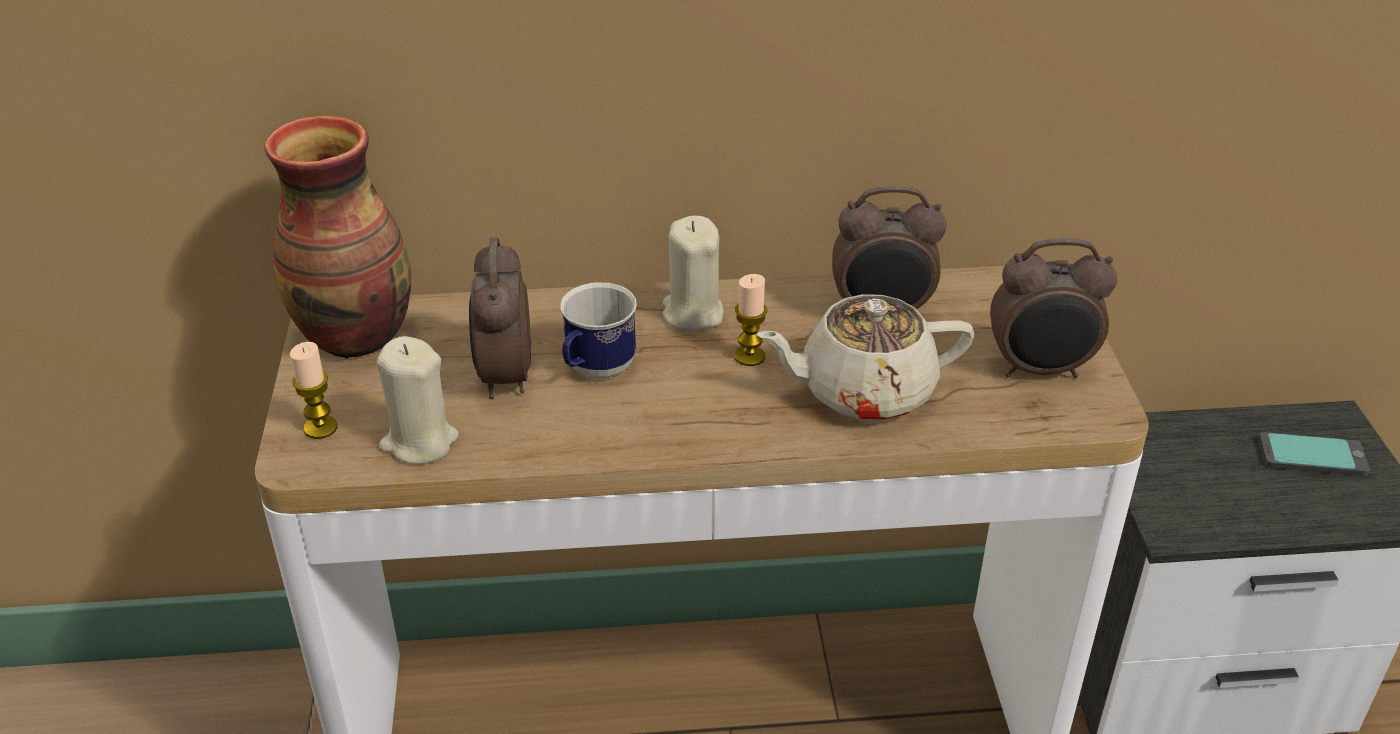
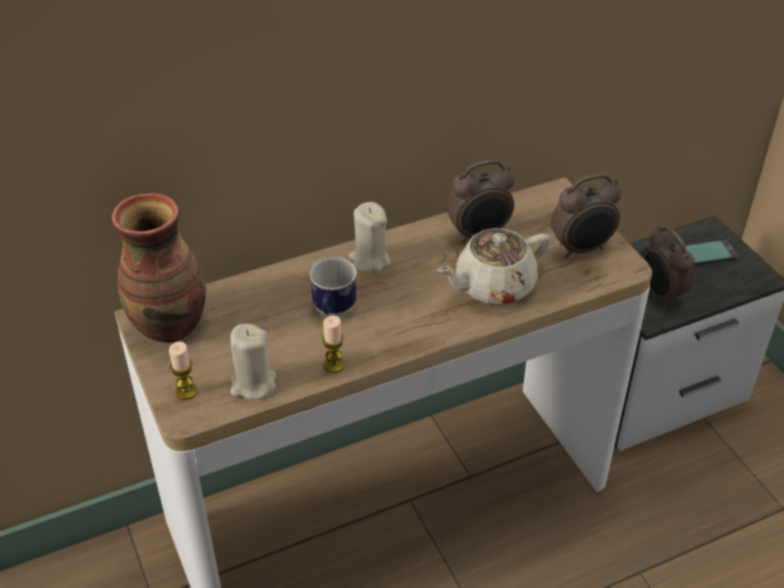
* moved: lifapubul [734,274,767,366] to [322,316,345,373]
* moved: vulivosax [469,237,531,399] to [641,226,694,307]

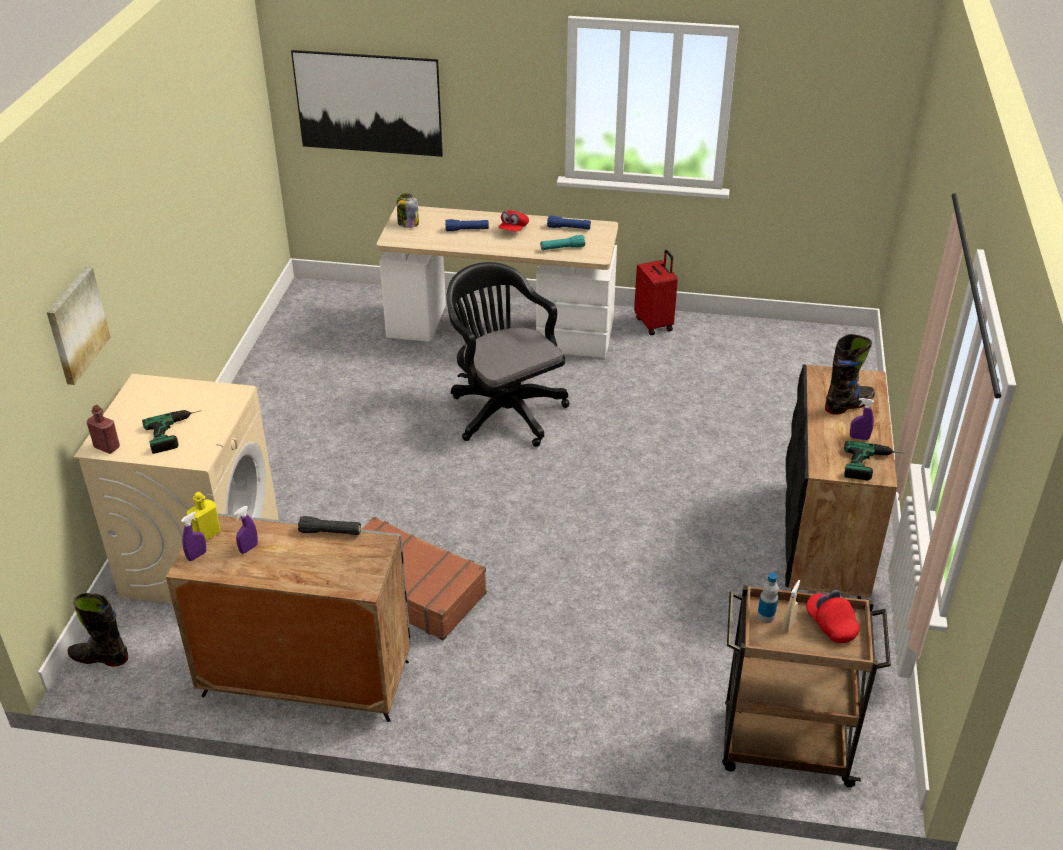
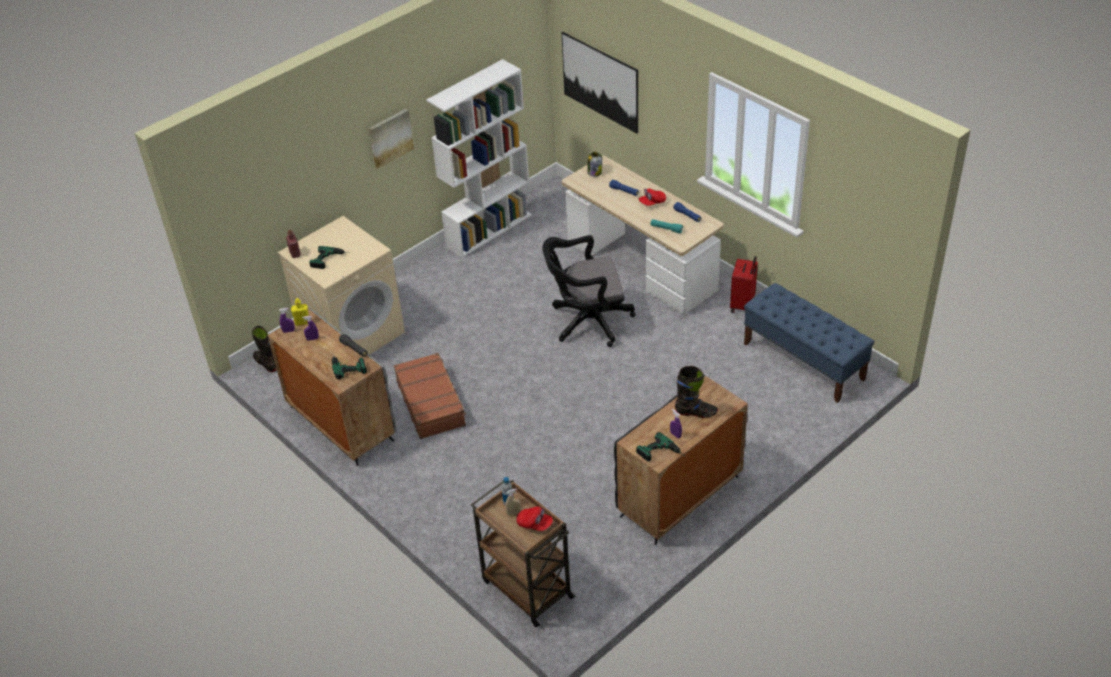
* added: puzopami [332,355,367,379]
* moved: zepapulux [47,267,110,385] to [369,109,414,169]
* added: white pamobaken [426,59,532,258]
* turned: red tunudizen [806,590,860,643] = [517,506,553,531] 105 degrees clockwise
* turned: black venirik [446,262,569,447] = [542,235,636,347] 105 degrees counterclockwise
* added: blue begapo [744,283,875,403]

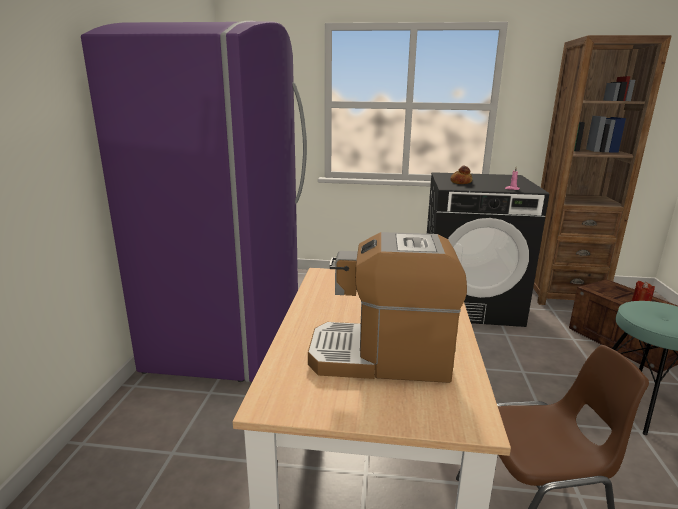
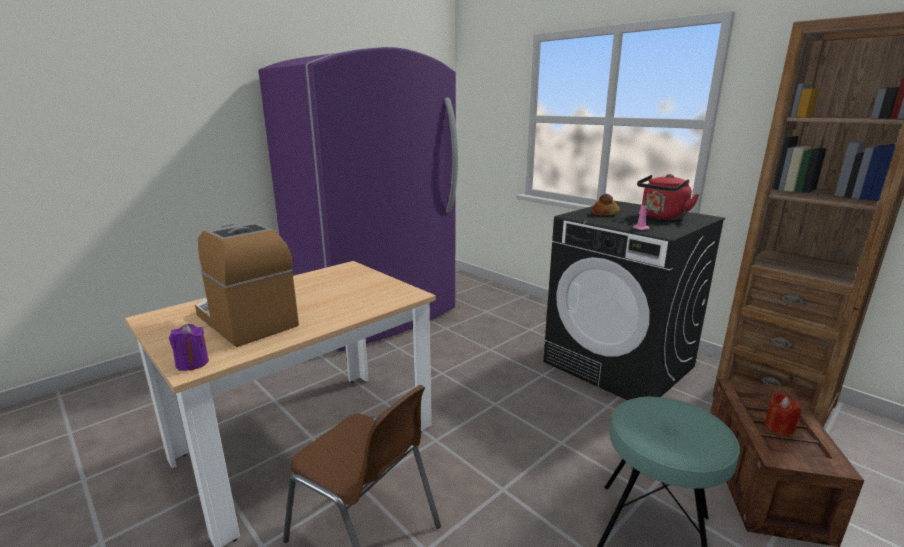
* added: purple lifapubul [169,324,209,371]
* added: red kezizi [637,174,700,220]

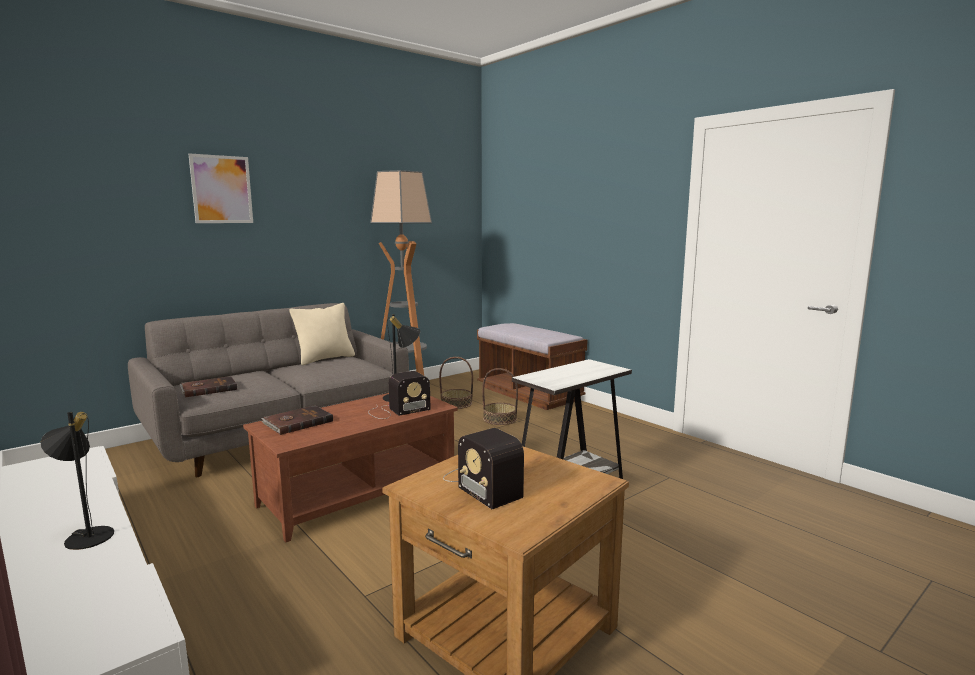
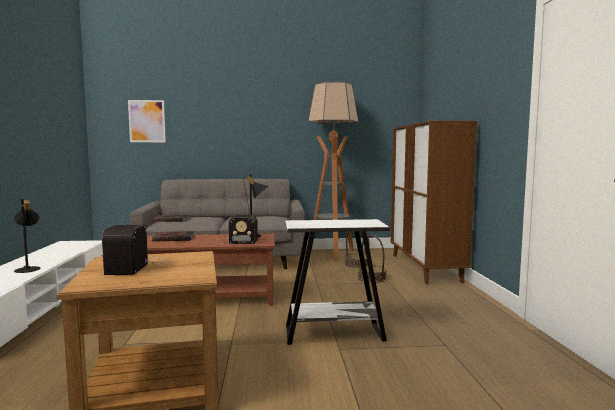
* moved: zepapulux [189,153,253,223] to [128,100,166,142]
* replaced: brown begapo [477,323,587,410] to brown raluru [391,121,477,284]
* removed: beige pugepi [289,303,355,365]

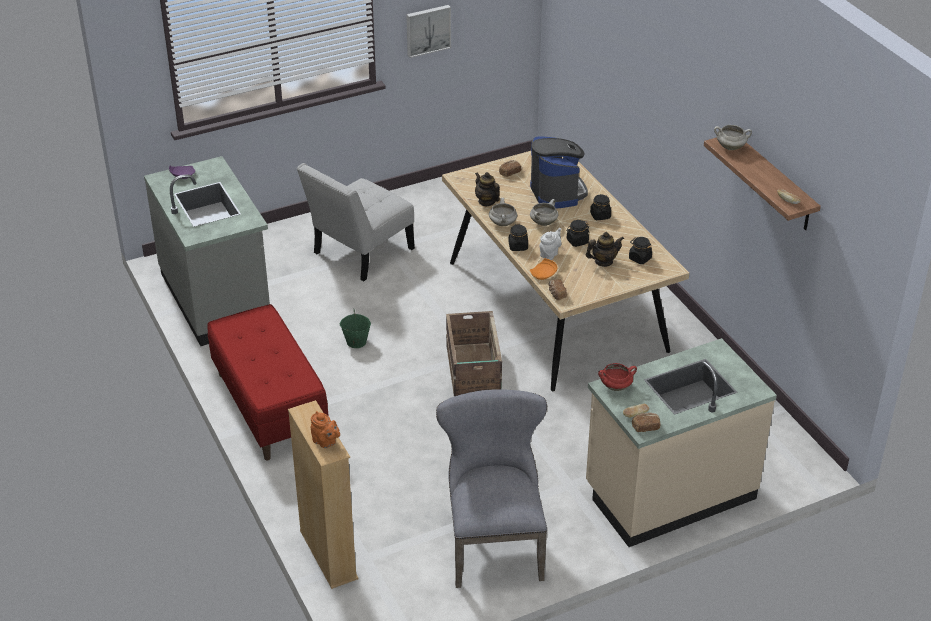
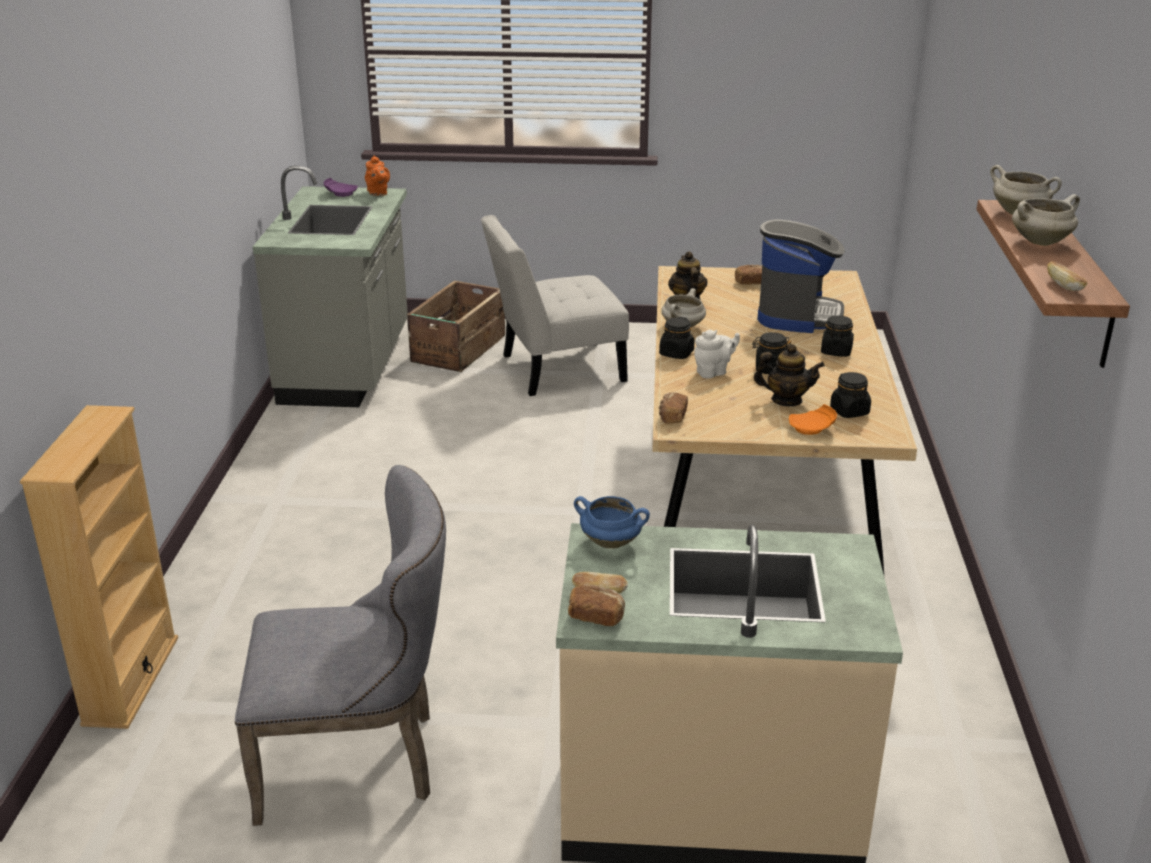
* turned: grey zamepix [436,389,547,588] = [235,465,446,826] 60 degrees clockwise
* moved: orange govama [311,411,340,448] to [365,156,390,196]
* moved: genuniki [446,311,502,396] to [407,281,505,372]
* recoloured: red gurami [598,363,637,391] to blue gurami [574,496,650,549]
* moved: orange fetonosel [530,258,557,280] to [789,404,837,435]
* moved: white gurami [530,199,558,226] to [1012,194,1080,246]
* removed: red begapo [207,304,329,461]
* removed: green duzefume [340,309,371,348]
* removed: zepapulux [406,5,451,58]

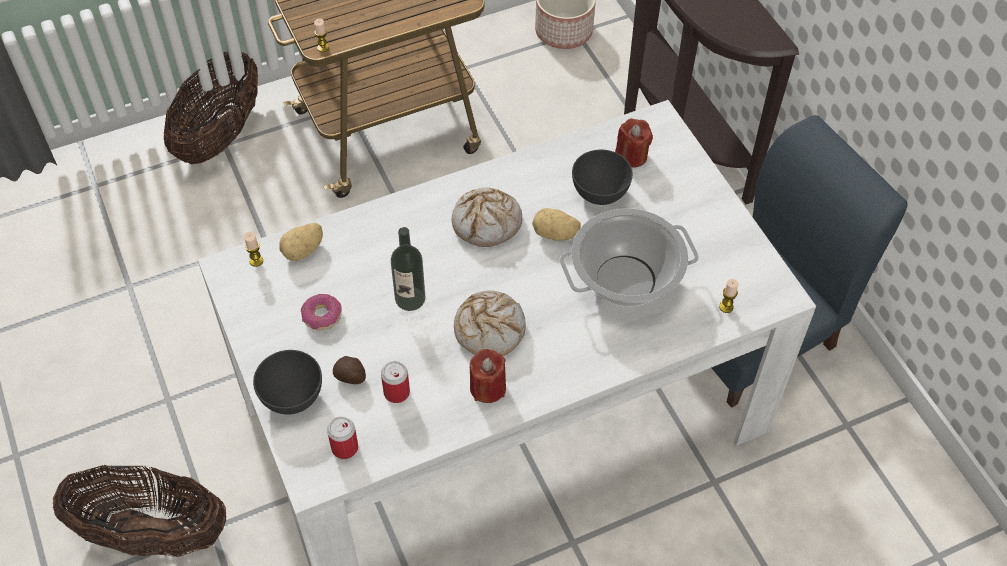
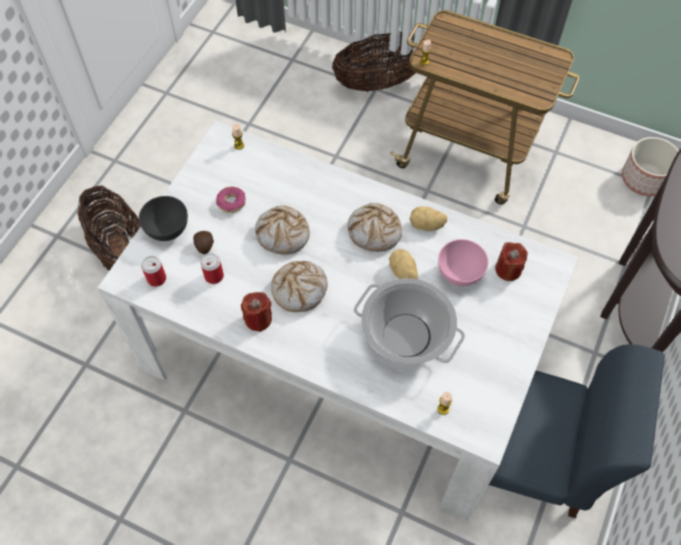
* replaced: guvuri [391,227,425,311] to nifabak [255,206,309,255]
* moved: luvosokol [279,223,323,261] to [409,206,447,231]
* recoloured: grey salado [572,150,633,205] to pink salado [438,239,488,286]

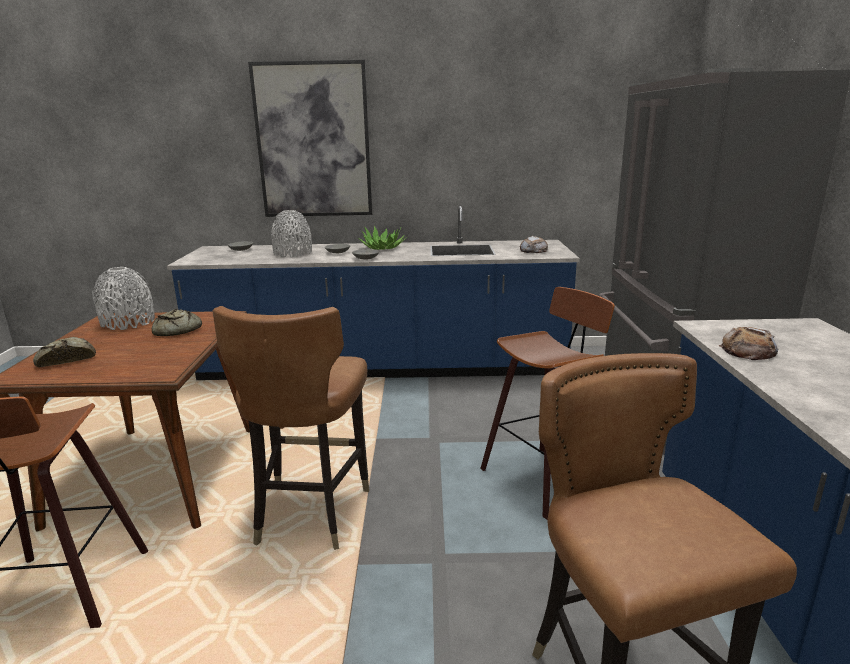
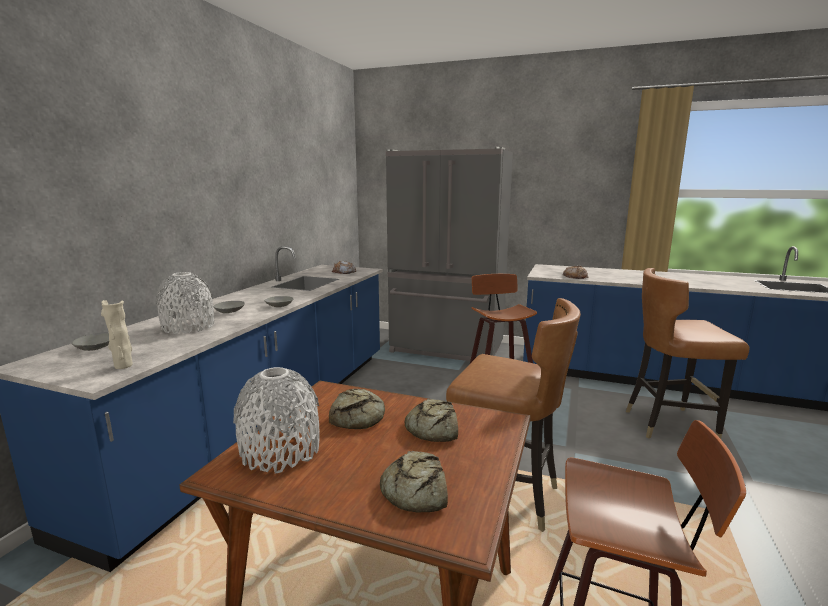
* added: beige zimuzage [101,300,133,369]
* added: nifabak [404,399,458,442]
* removed: zepapulux [248,60,373,217]
* removed: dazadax [358,226,407,250]

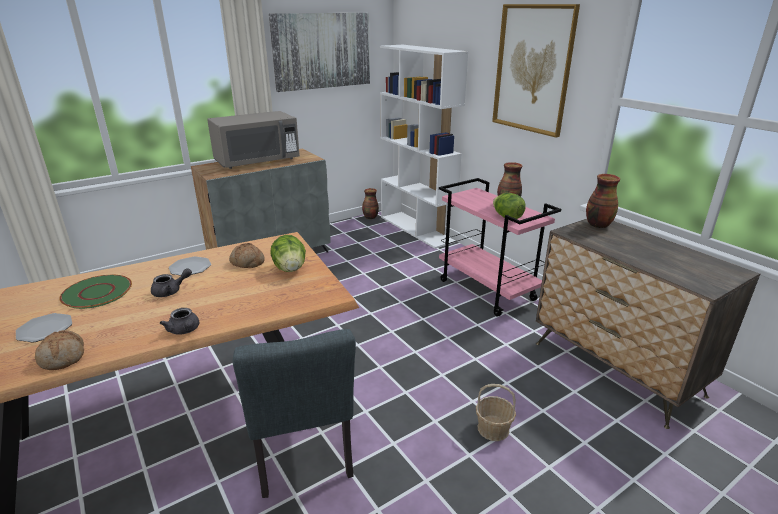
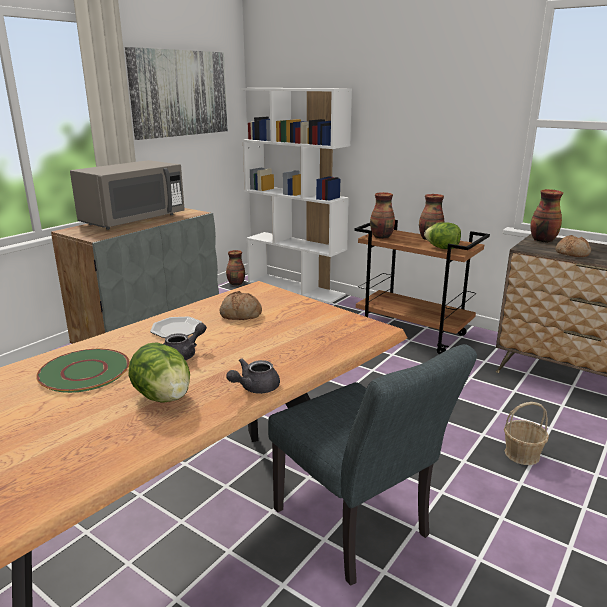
* moved: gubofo [270,235,306,272] to [128,342,190,403]
* turned: grey govama [160,308,199,335] = [226,358,280,394] 105 degrees clockwise
* recoloured: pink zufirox [439,178,561,317] to brown zufirox [354,220,490,354]
* added: zimuzage [370,192,395,238]
* moved: nifabak [35,330,84,370] to [556,235,591,257]
* removed: fetonosel [16,313,72,342]
* removed: zepapulux [492,4,580,137]

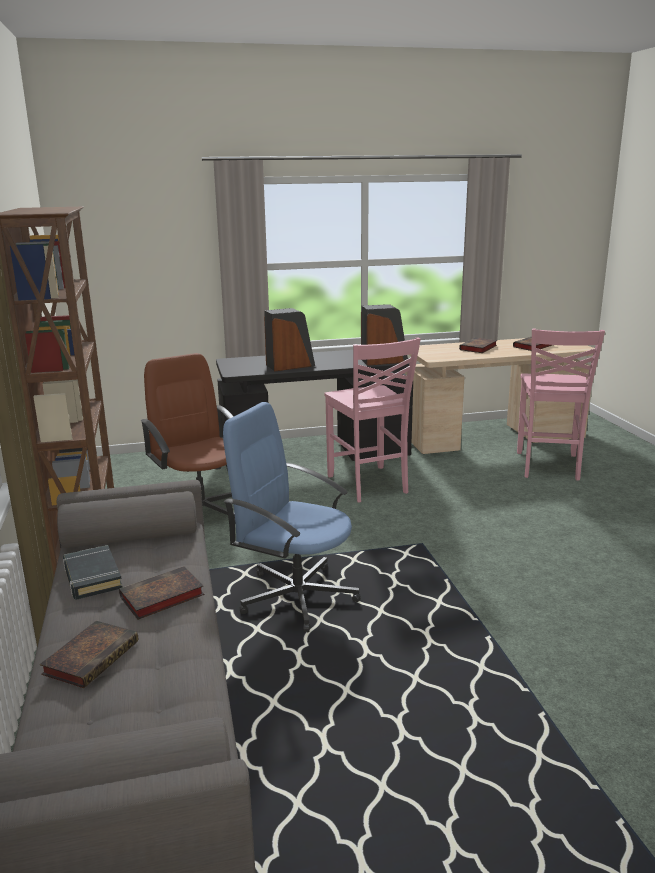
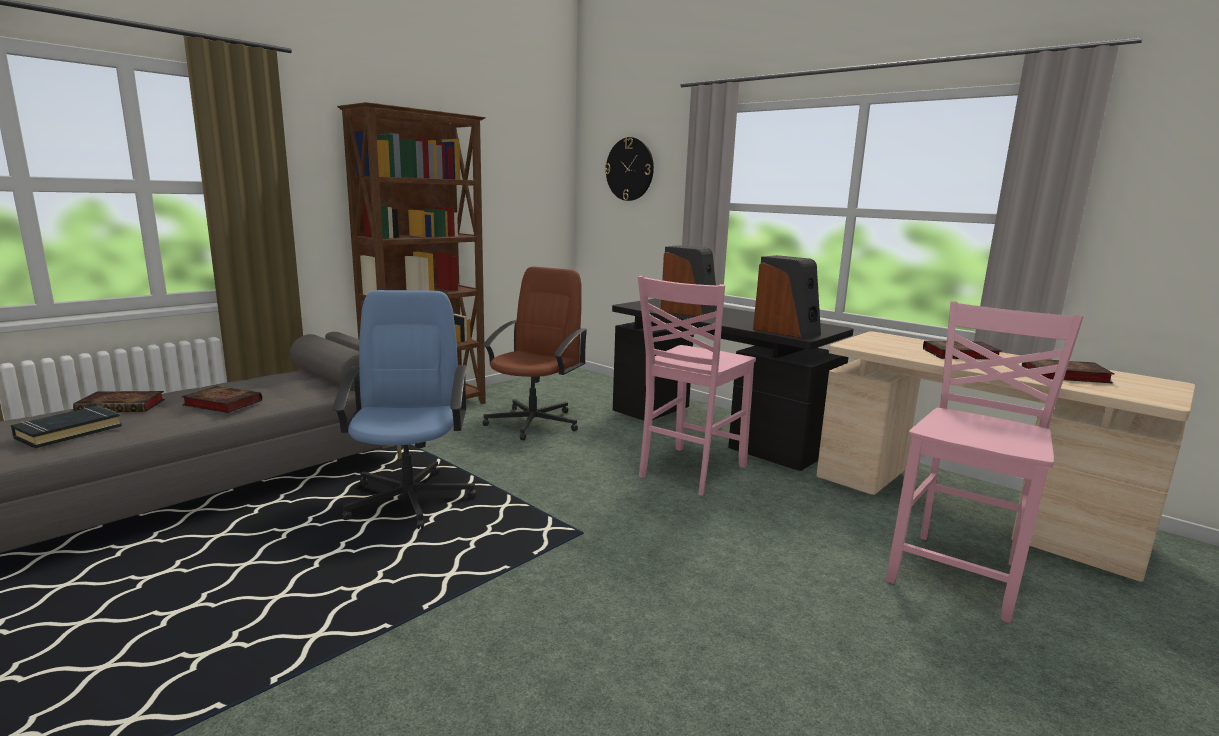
* moved: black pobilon [63,545,123,600] to [11,406,122,448]
* added: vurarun [605,137,654,201]
* turned: pink zamepix [517,328,605,481] = [886,301,1084,623] 150 degrees clockwise

